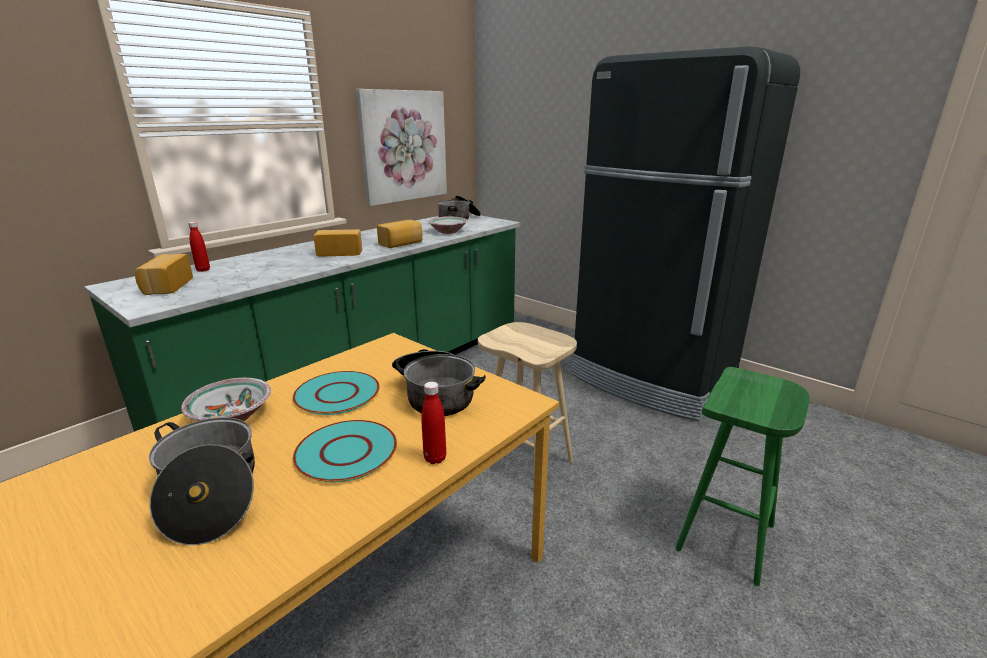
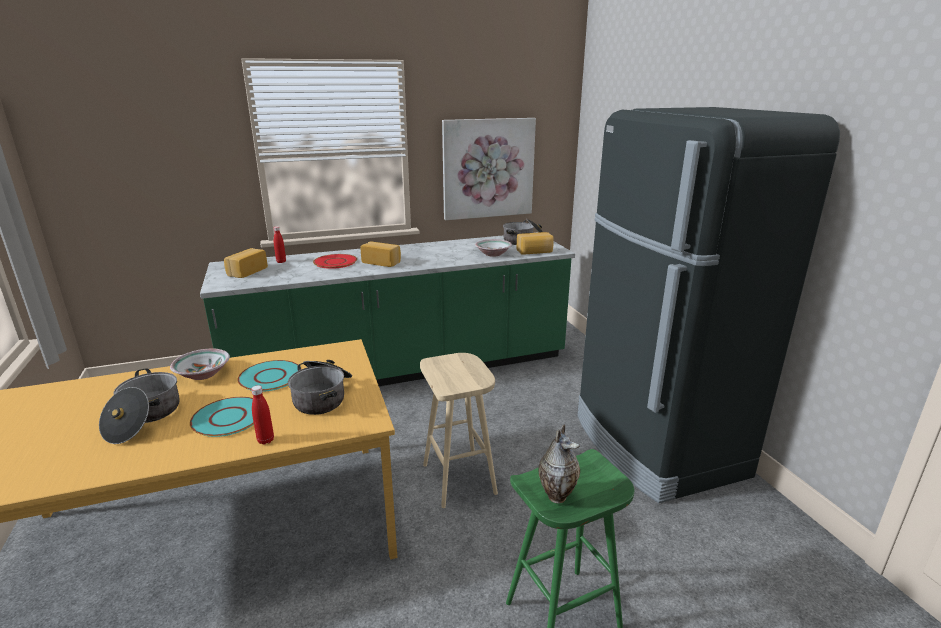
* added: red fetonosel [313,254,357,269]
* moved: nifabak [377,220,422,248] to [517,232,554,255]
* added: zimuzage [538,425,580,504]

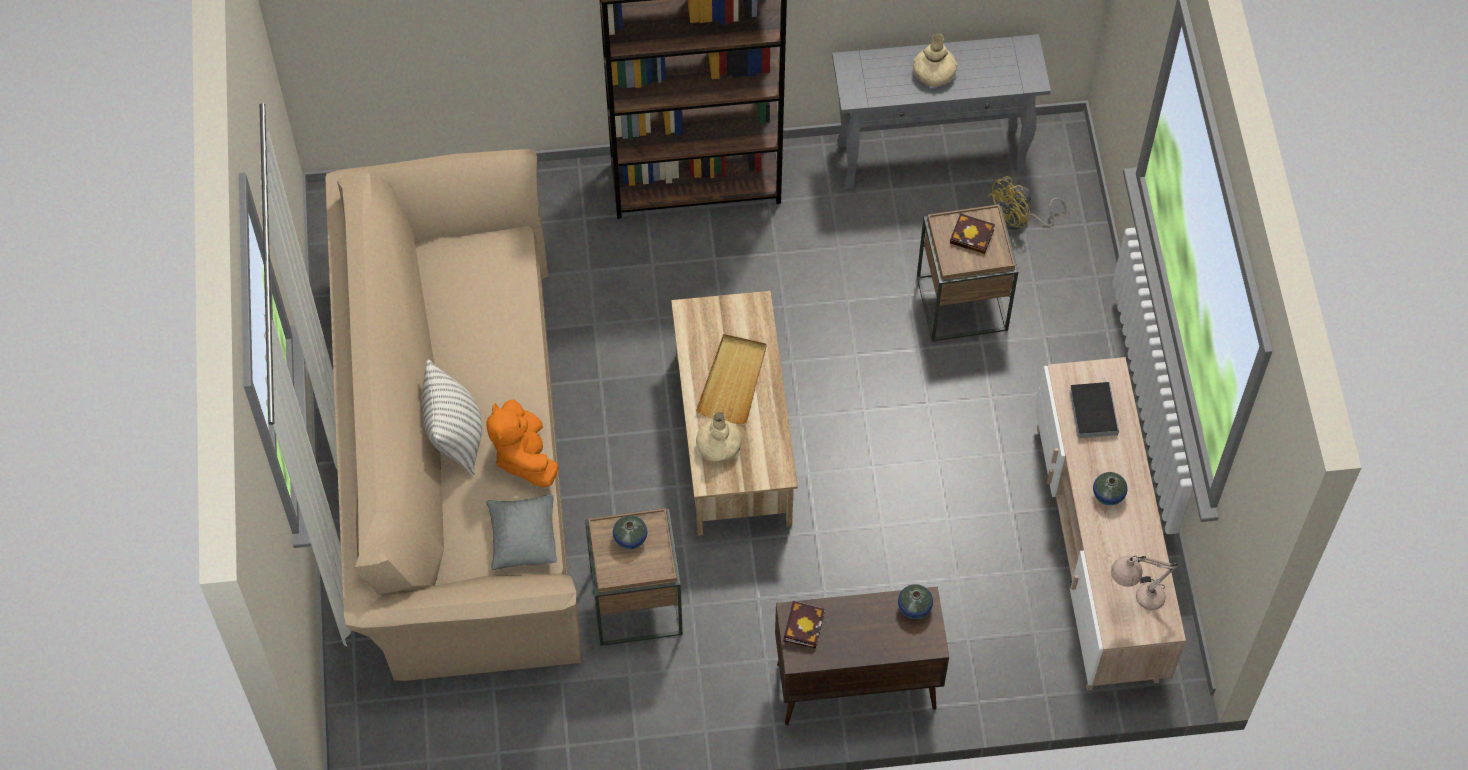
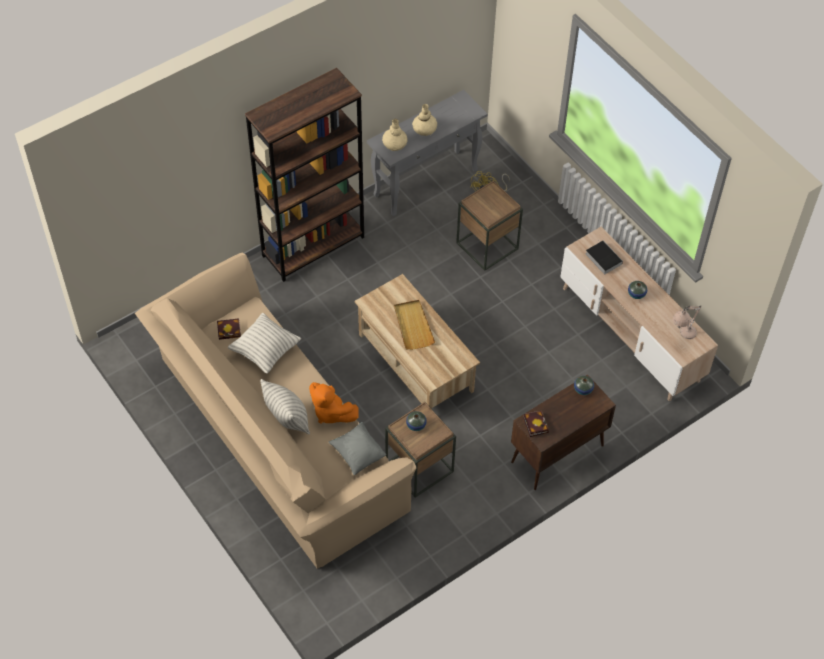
* moved: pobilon [950,213,995,254] to [217,318,241,340]
* added: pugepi [228,313,301,374]
* moved: beige zimuzage [696,412,742,463] to [382,119,408,151]

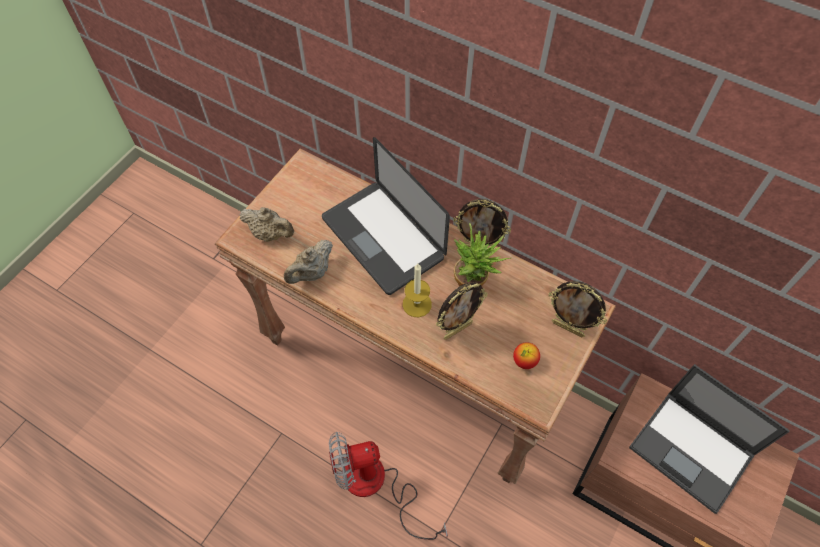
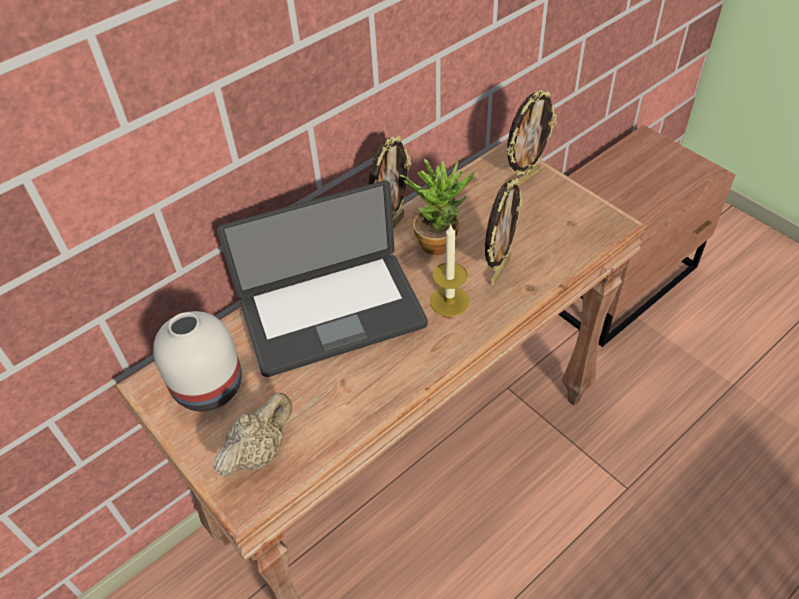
* added: white zimuzage [153,311,242,412]
* turned: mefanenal [436,282,488,340] = [485,178,522,285] 45 degrees clockwise
* removed: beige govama [284,240,333,284]
* removed: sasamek [329,432,448,540]
* removed: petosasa [513,342,540,369]
* removed: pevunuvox [629,364,790,514]

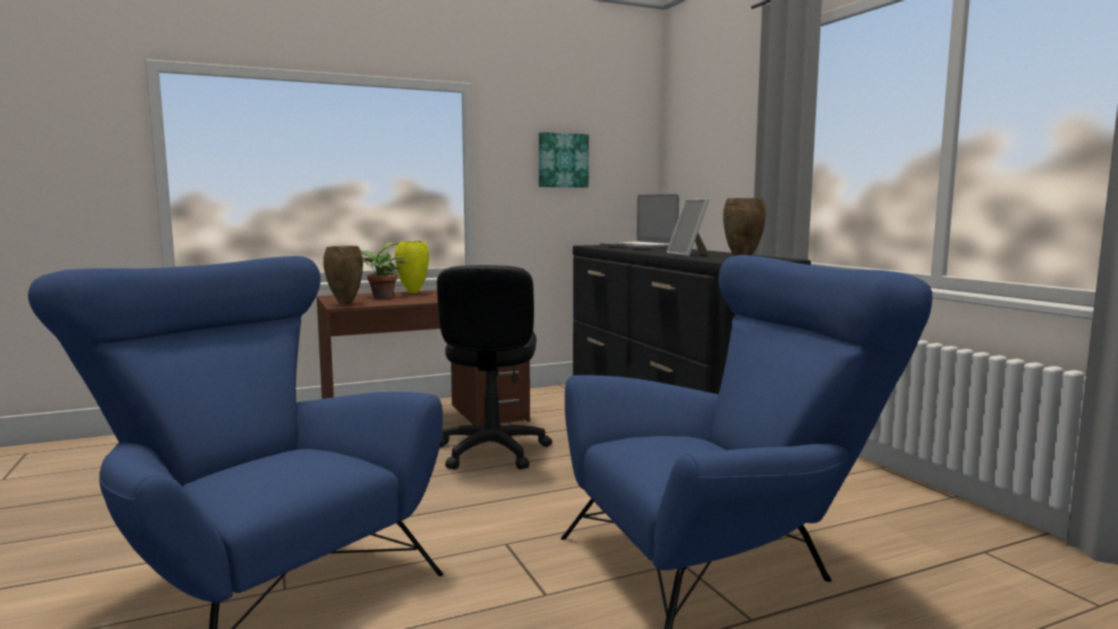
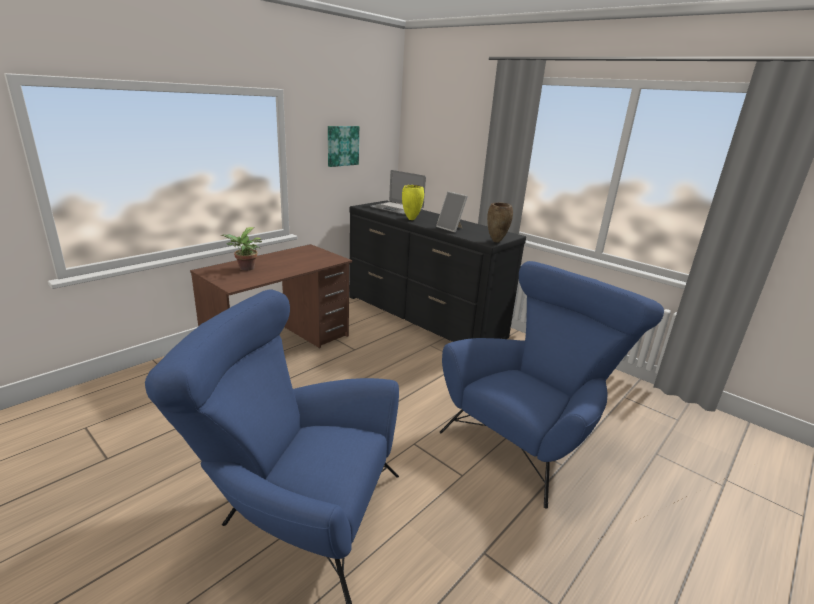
* moved: yellow zimuzage [395,241,429,293] to [402,185,424,220]
* removed: brown zimuzage [323,246,363,304]
* removed: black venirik [437,265,552,470]

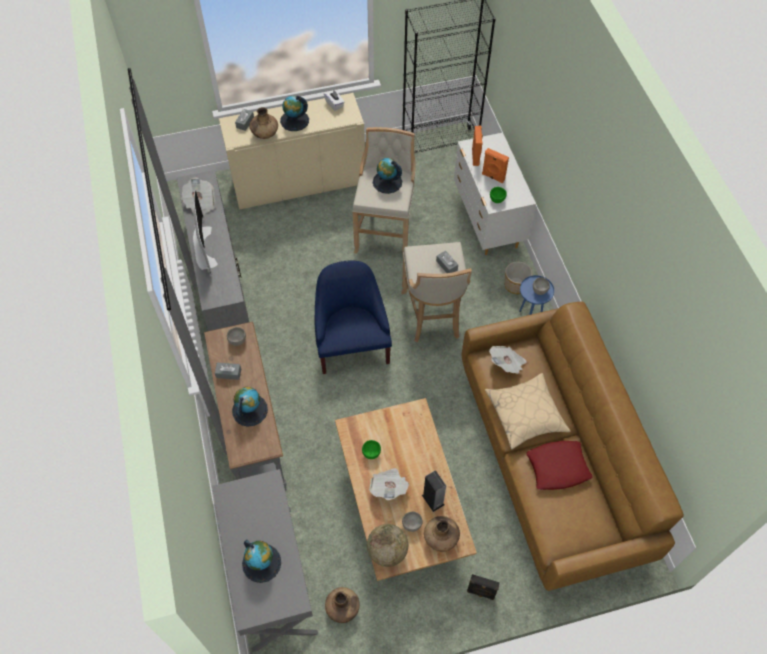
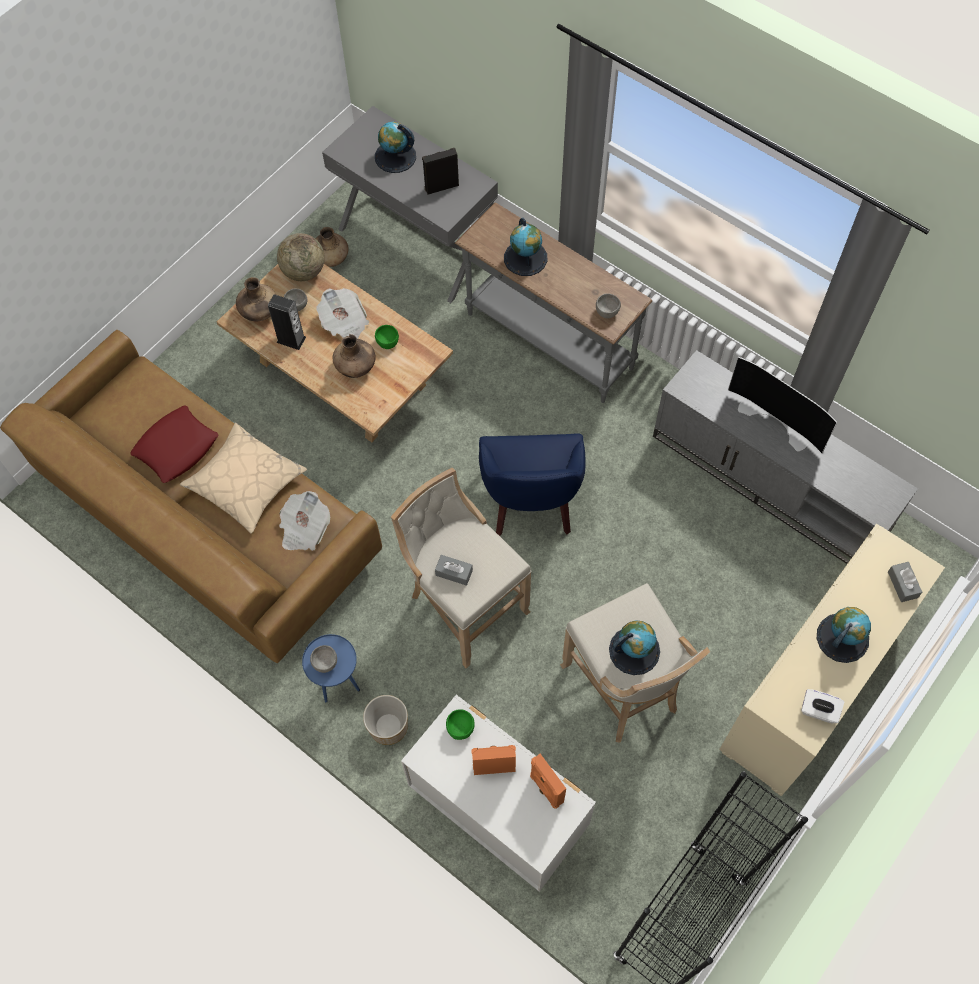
* moved: brown zimuzage [250,107,278,139] to [333,334,376,378]
* moved: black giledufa [467,574,500,600] to [422,148,459,195]
* turned: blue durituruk [314,261,392,374] = [479,433,585,536] 45 degrees clockwise
* removed: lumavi [182,177,215,217]
* removed: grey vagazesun [215,362,241,380]

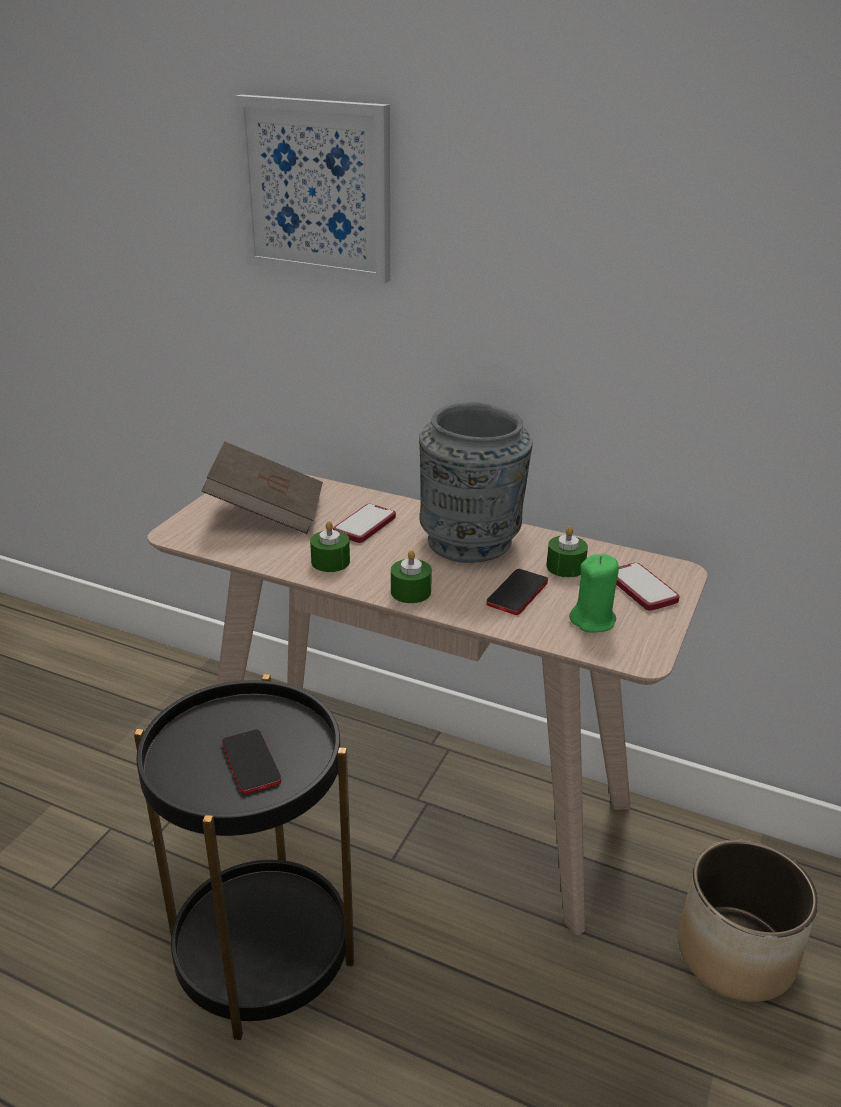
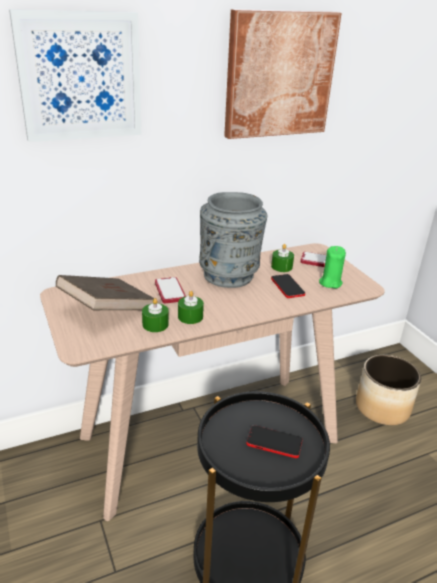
* moved: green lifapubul [391,550,432,603] to [142,298,169,332]
* added: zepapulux [224,9,342,139]

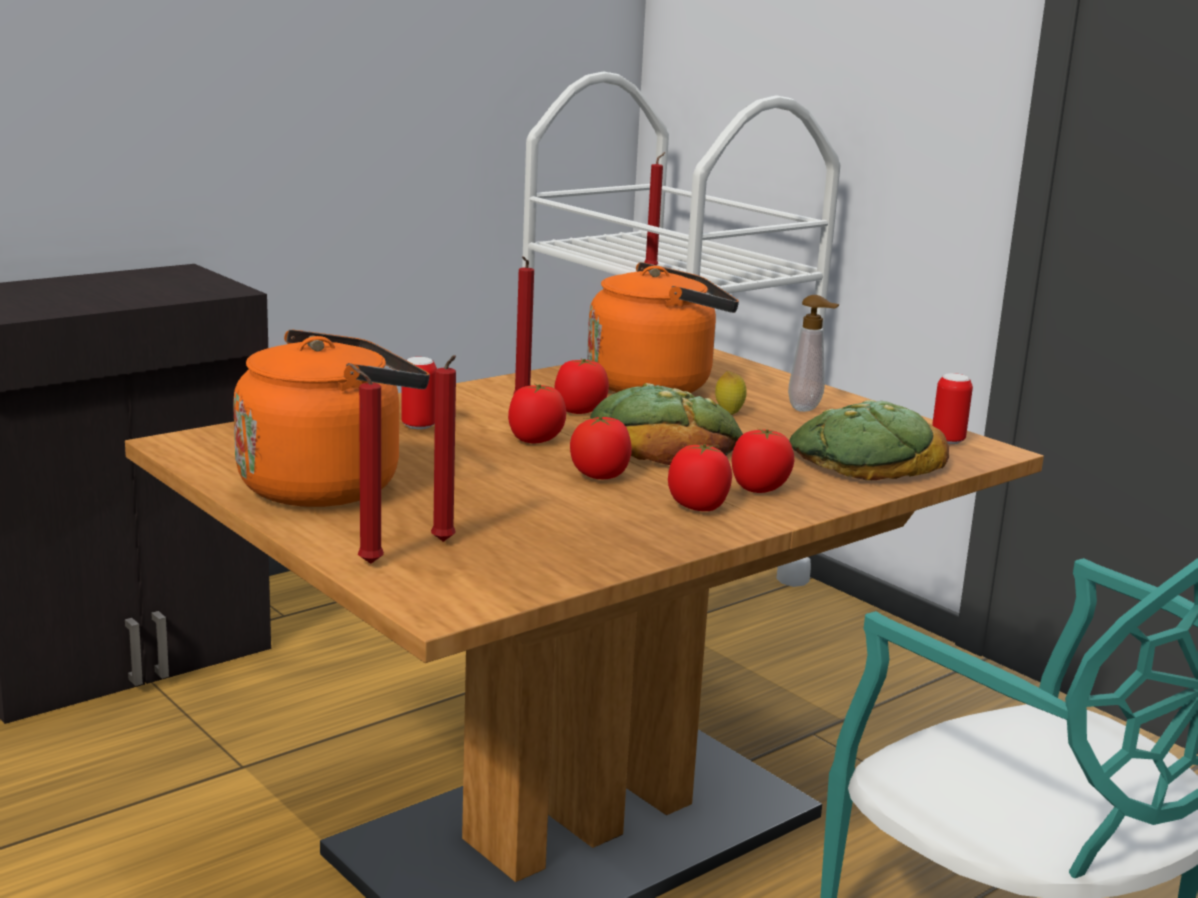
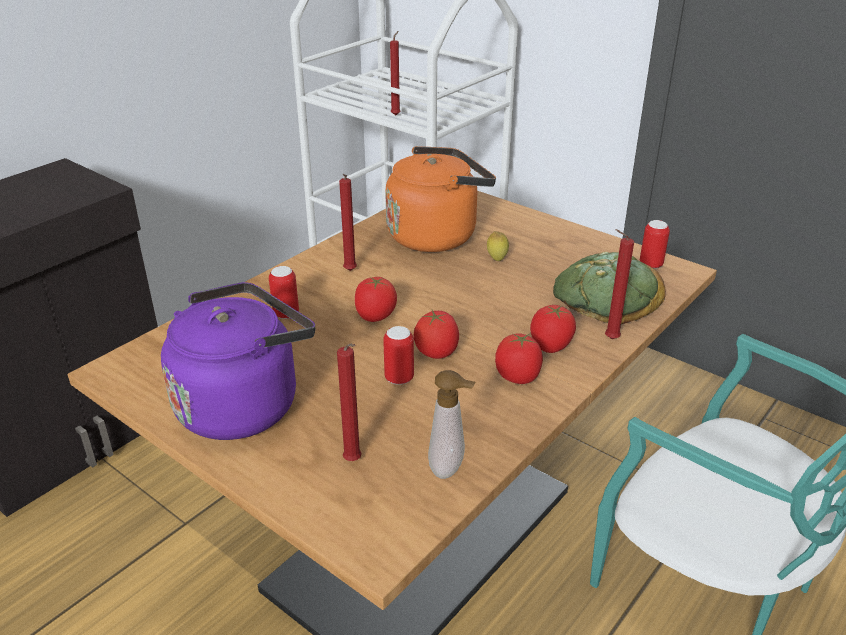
* recoloured: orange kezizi [233,330,430,507] to purple kezizi [161,282,315,440]
* added: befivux [383,326,414,385]
* moved: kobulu [788,295,840,412] to [428,370,475,479]
* moved: red lifapubul [348,363,384,564] to [605,229,634,339]
* removed: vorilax [555,358,609,414]
* removed: nifabak [590,383,743,465]

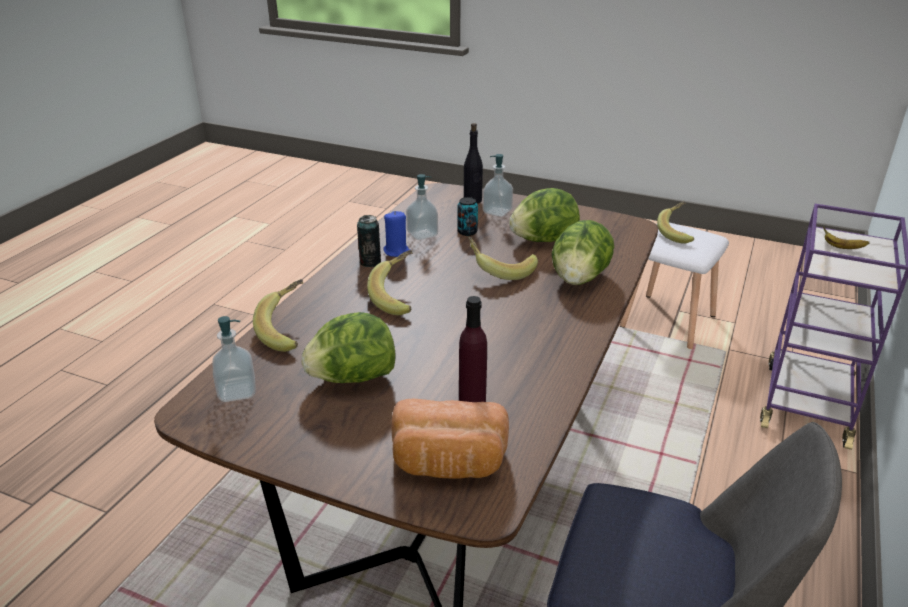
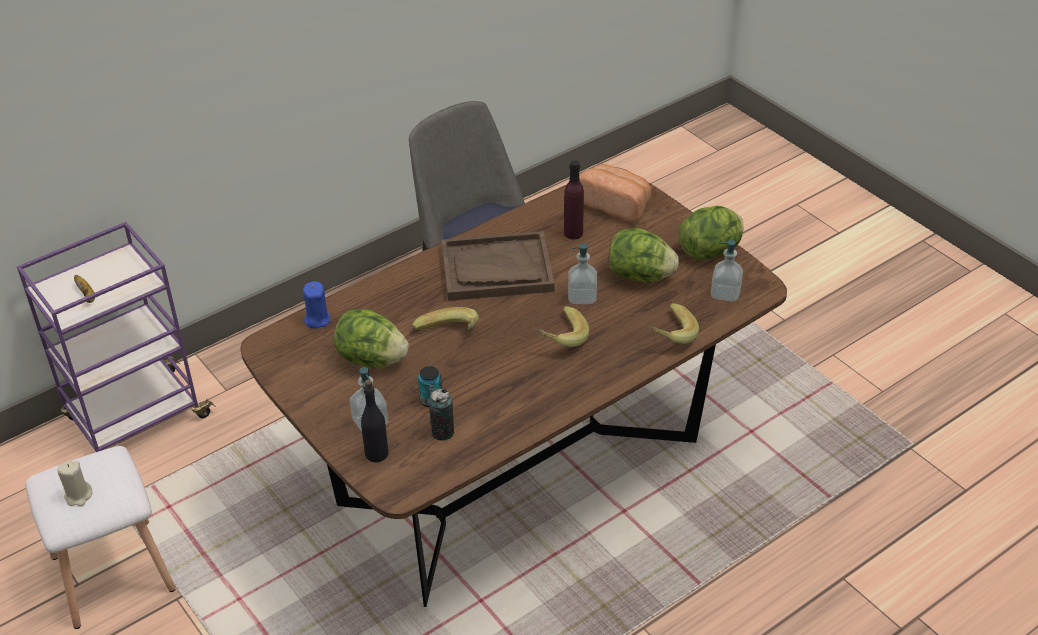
* replaced: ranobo [657,201,694,243] to beige lifapubul [58,460,92,506]
* moved: blue lifapubul [383,211,410,257] to [303,281,330,329]
* moved: befivux [357,215,381,267] to [429,389,454,441]
* added: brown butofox [441,231,554,301]
* moved: kobulu [406,174,438,240] to [568,243,597,304]
* moved: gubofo [552,220,614,285] to [679,206,744,260]

